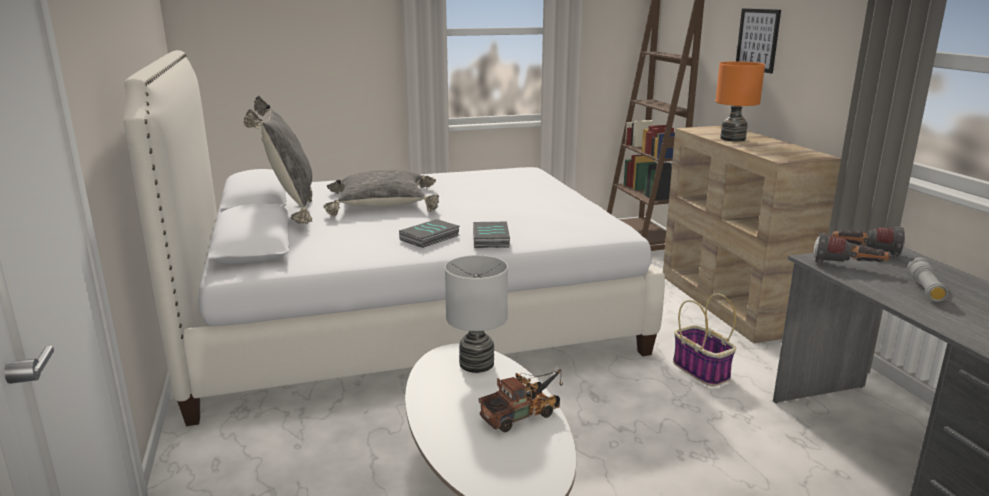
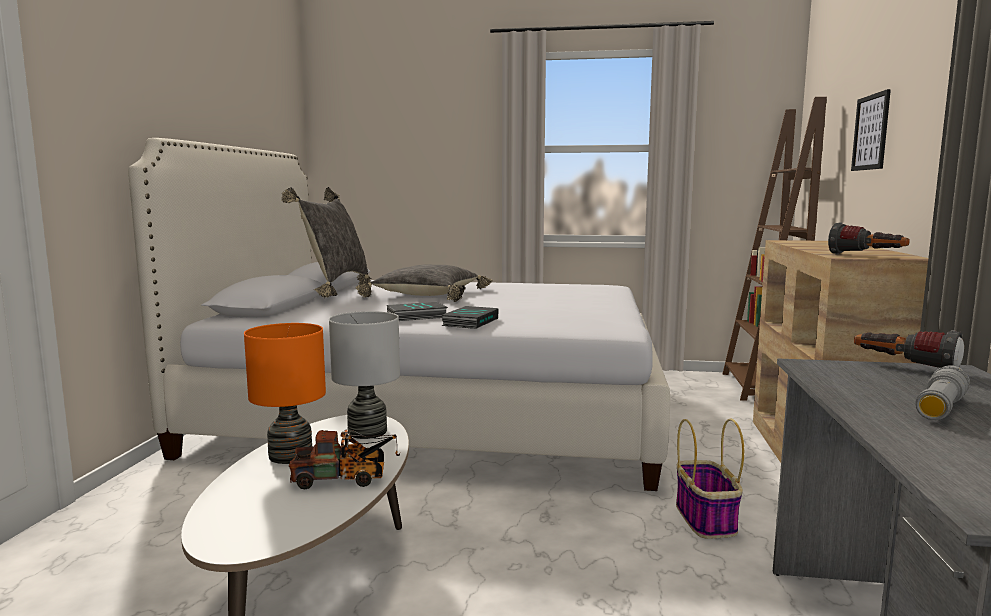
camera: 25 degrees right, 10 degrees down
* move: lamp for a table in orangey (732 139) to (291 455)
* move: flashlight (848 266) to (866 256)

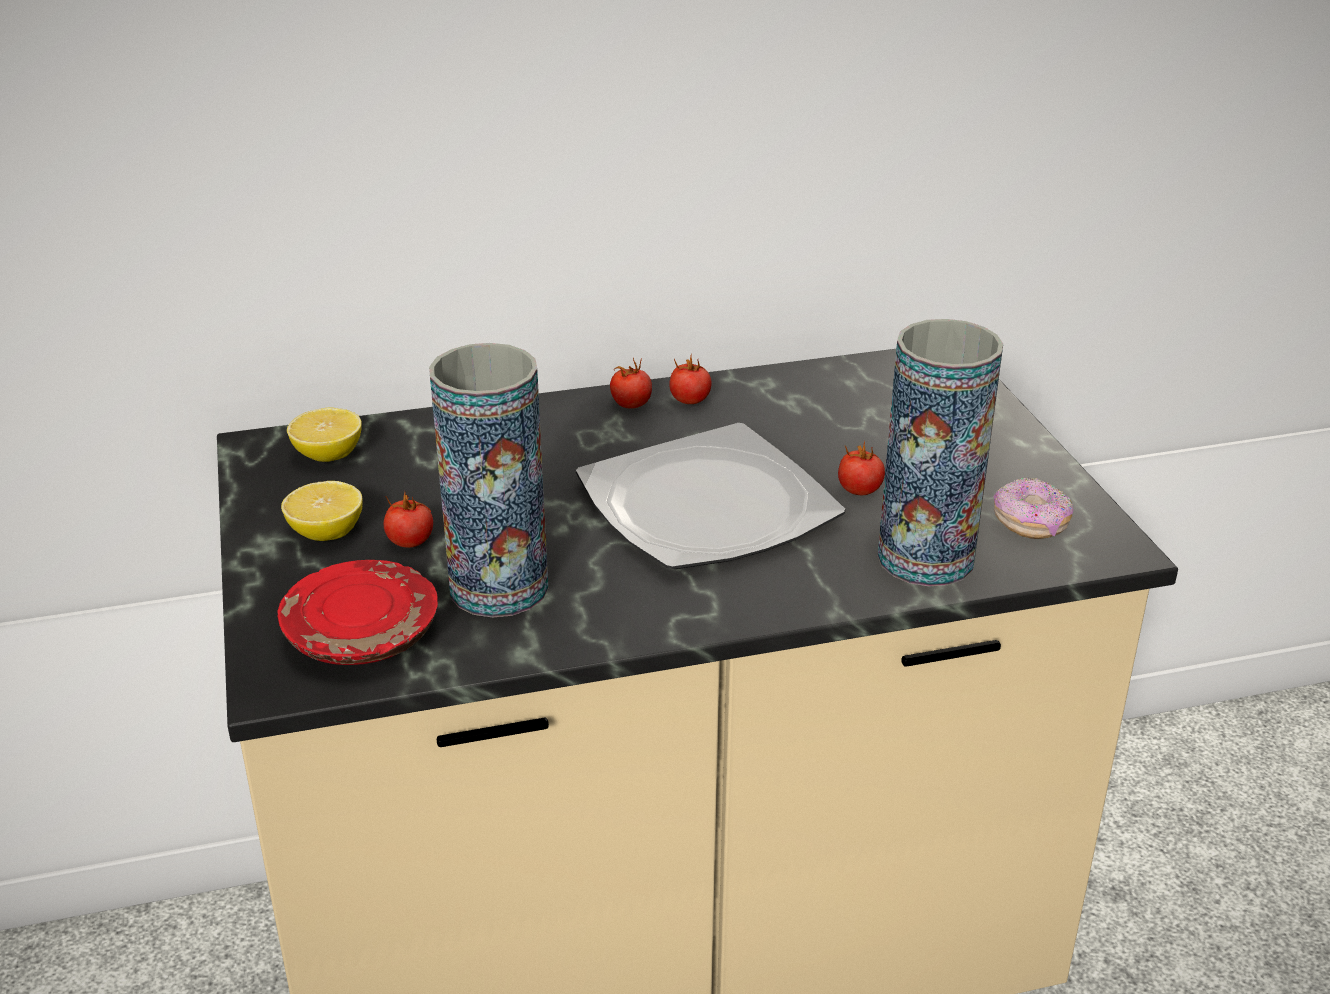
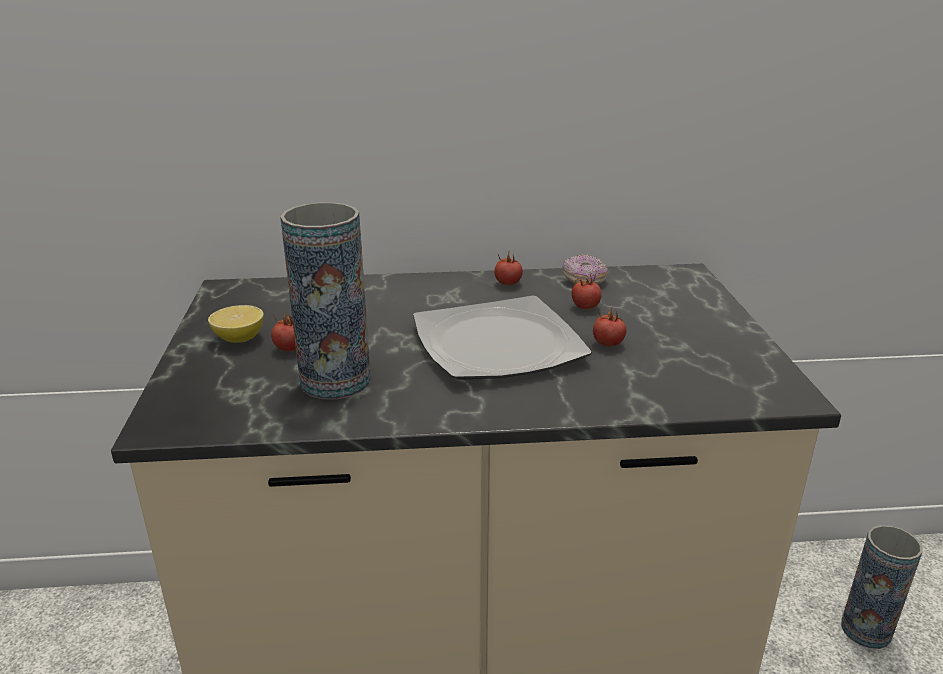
camera: 10 degrees right, 5 degrees down
* delete: dinner plate in red-coloured (362 635)
* delete: citrus fruit (328 455)
* move: whole tomato (631 404) to (585 307)
* move: decorative vase (926 558) to (865 630)
* move: donut (1030 524) to (584 280)

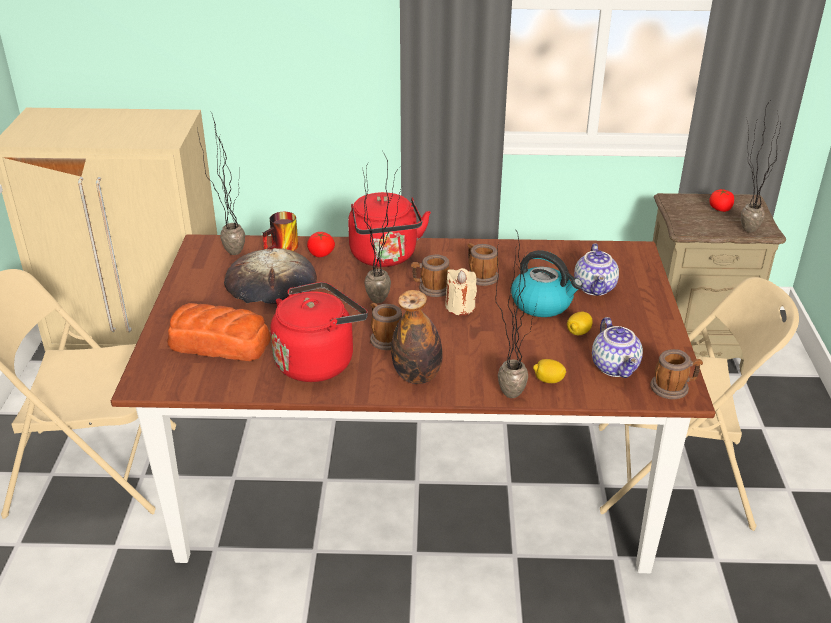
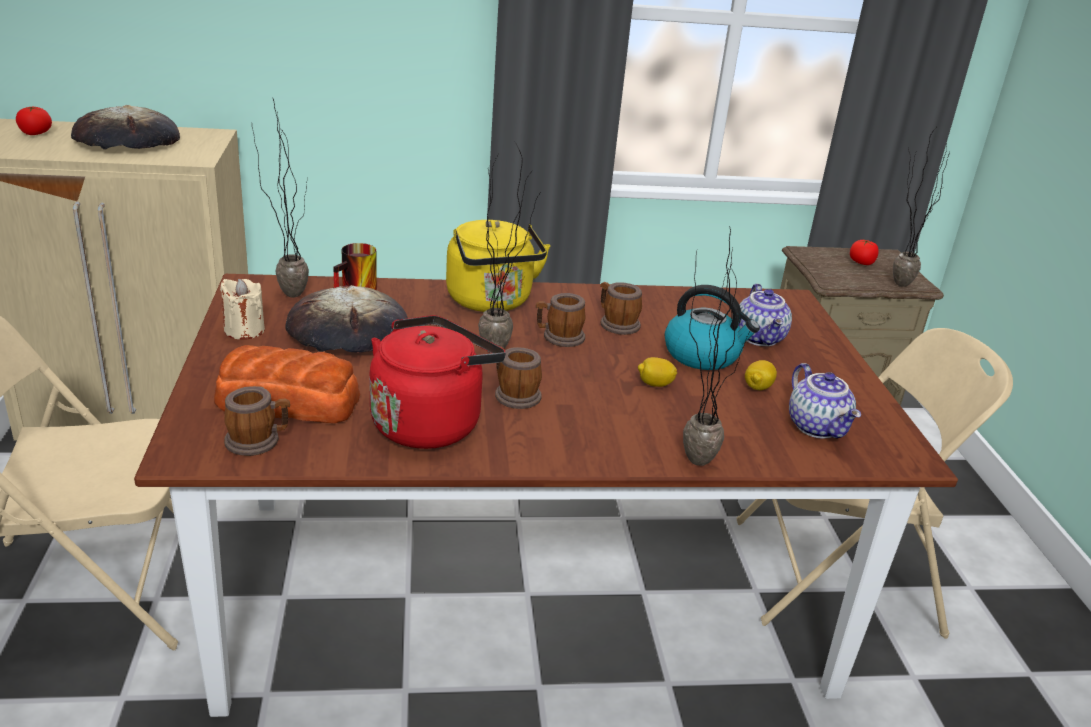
camera: 10 degrees left, 5 degrees down
* delete: drink bottle (417 376)
* insert: bread (127 140)
* move: whole tomato (321 254) to (35 133)
* move: wax light in beige-coloured (460 307) to (244 330)
* move: citrus fruit (548 380) to (655 384)
* move: mug (673 388) to (258 441)
* recolor: tea kettle in red-coloured (385 257) to tea kettle in yellow-coloured (492 302)

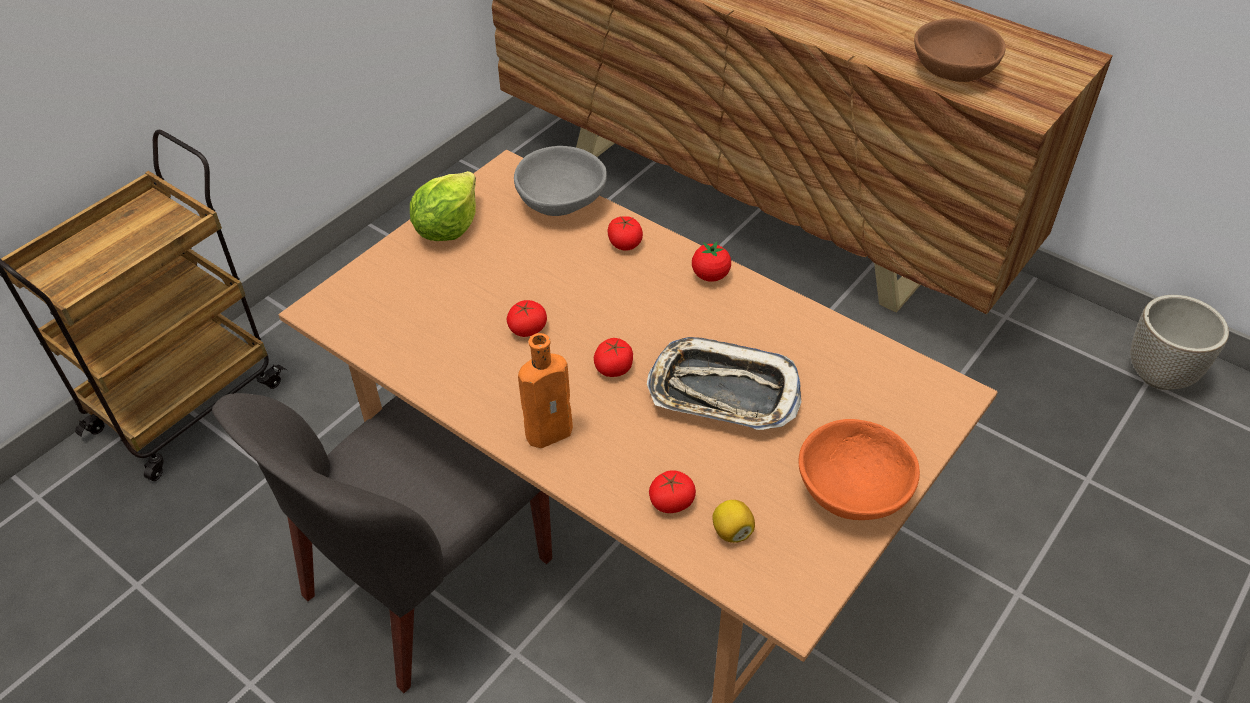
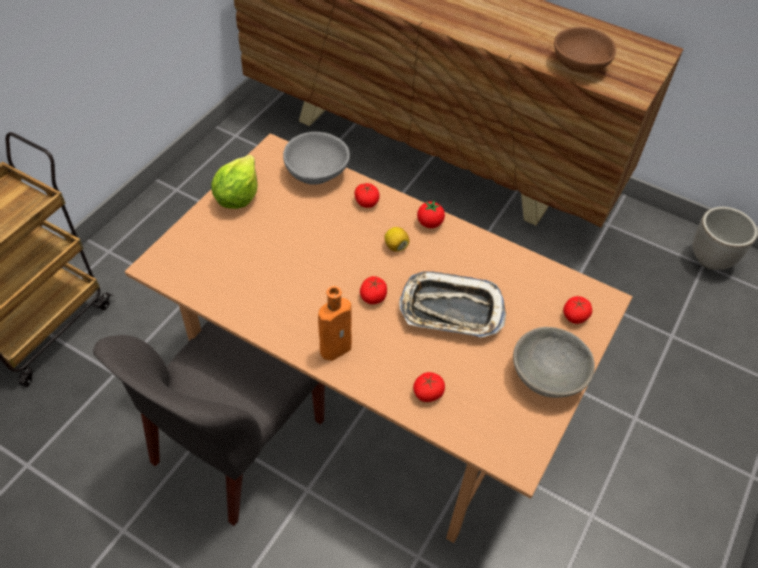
camera: 10 degrees left, 5 degrees up
* move: whole tomato (527 328) to (575 316)
* move: citrus fruit (732 532) to (396 246)
* recolor: serving bowl in orangey (854 491) to serving bowl in grey (548 375)

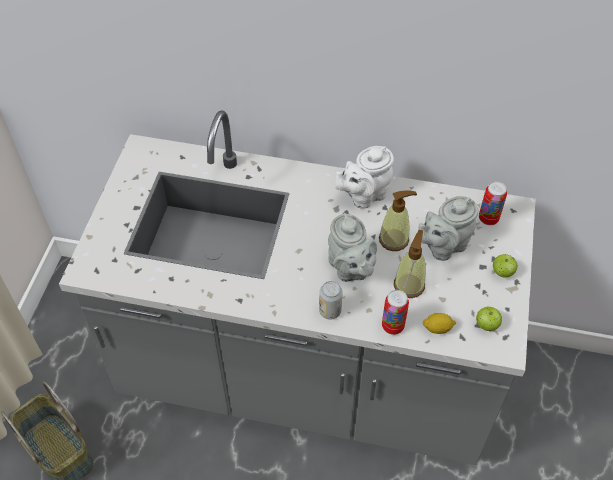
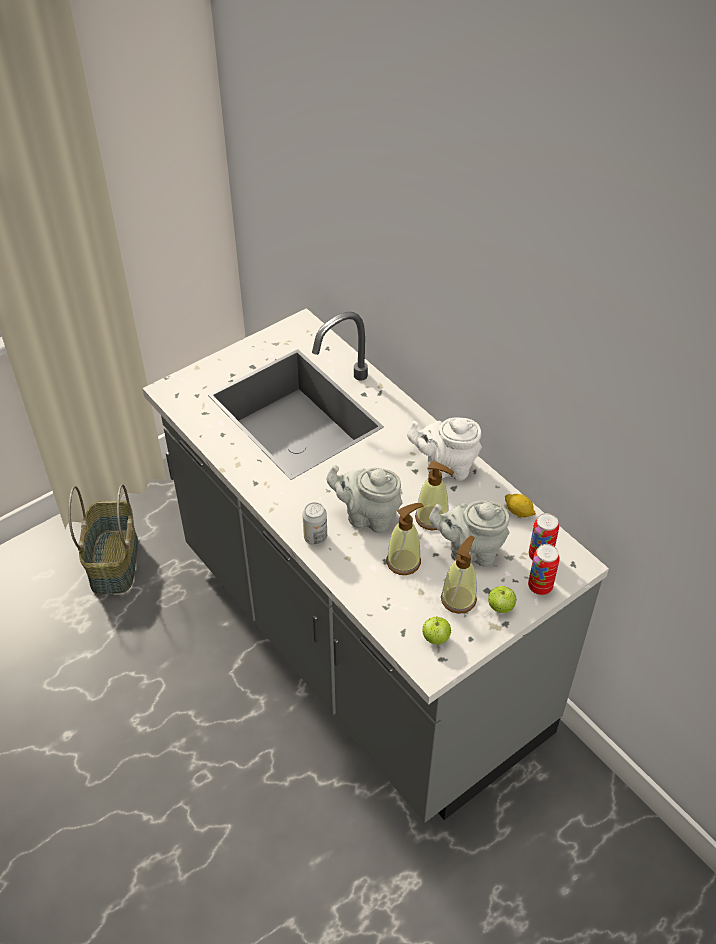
camera: 40 degrees right, 5 degrees down
* insert: liquid soap bottle (458 599)
* move: can (392 326) to (540 587)
* move: citrus fruit (438 328) to (518 512)
* rotate: teapot in grey (350 269) = (368 516) 90 degrees clockwise

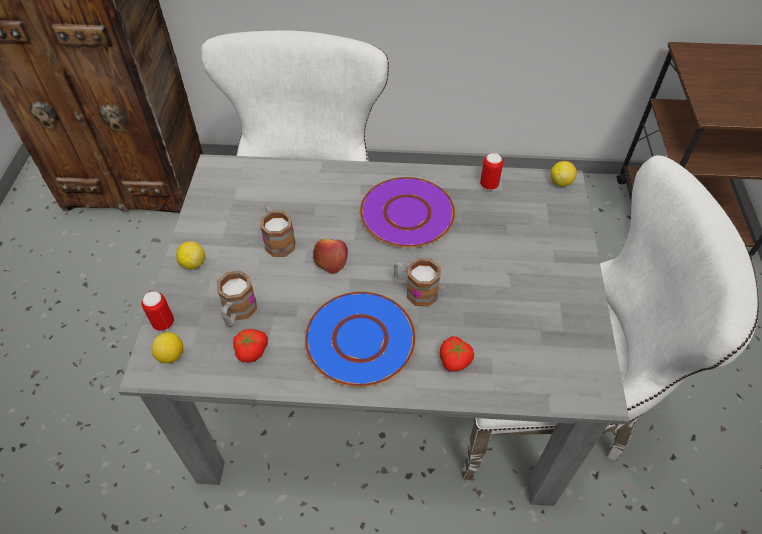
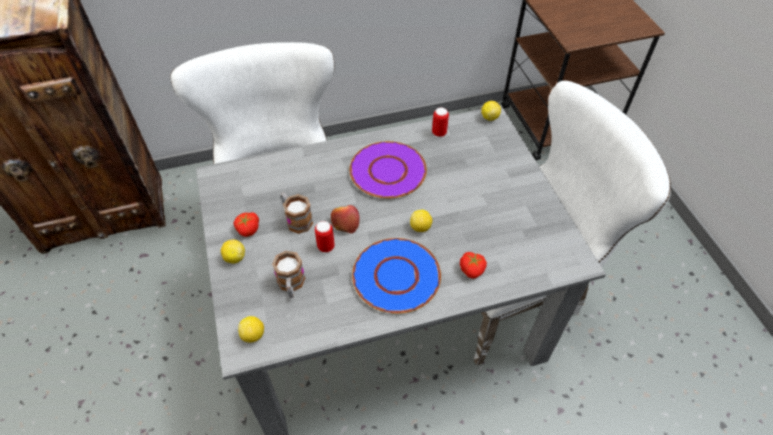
camera: 20 degrees left, 0 degrees up
* move: can (163 323) to (326 246)
* move: whole tomato (250 350) to (247 229)
* replace: mug (415 290) to citrus fruit (420 227)

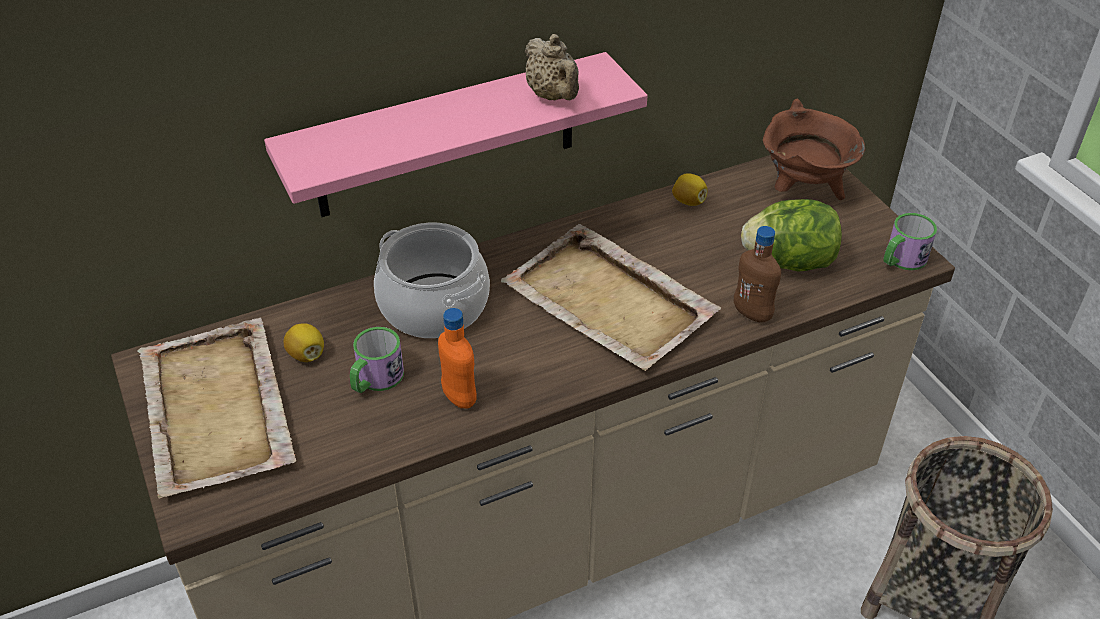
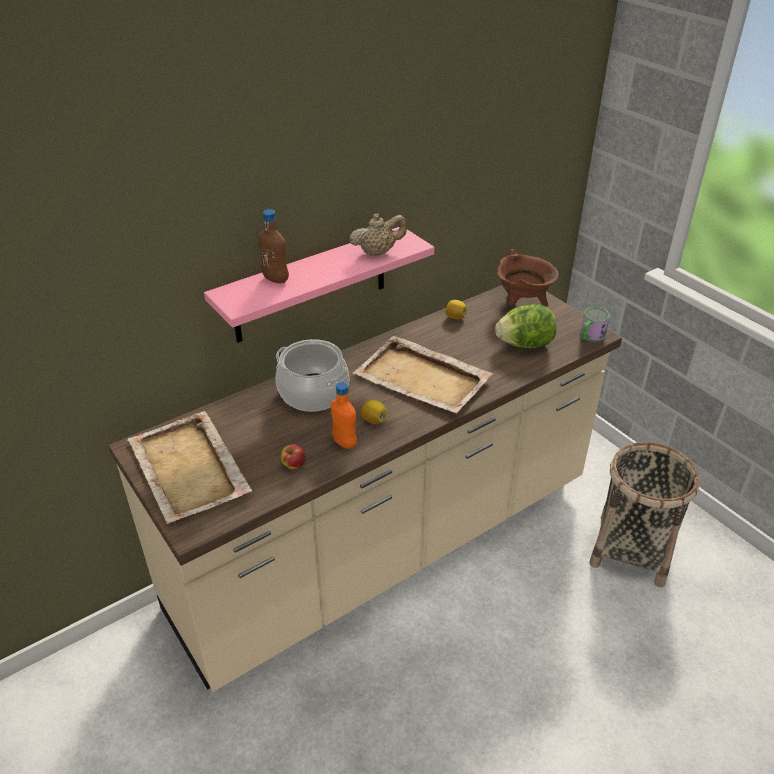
camera: 10 degrees left, 5 degrees down
* delete: mug (375 380)
* insert: whole apple (294 465)
* move: citrus fruit (306 354) to (374 420)
* move: drink bottle in brownish (752 313) to (276 279)
* rotate: teapot in beige-coloured (553 96) = (378 252) 75 degrees counterclockwise

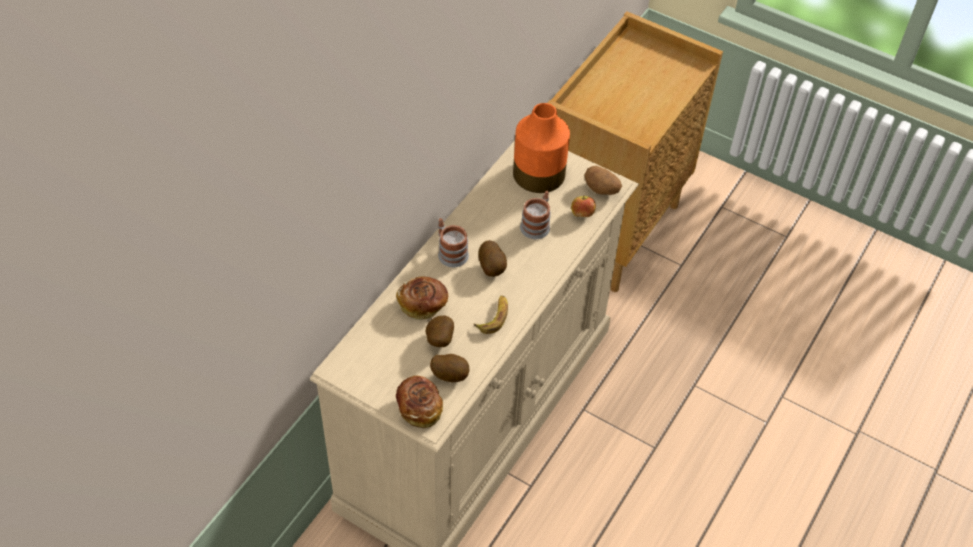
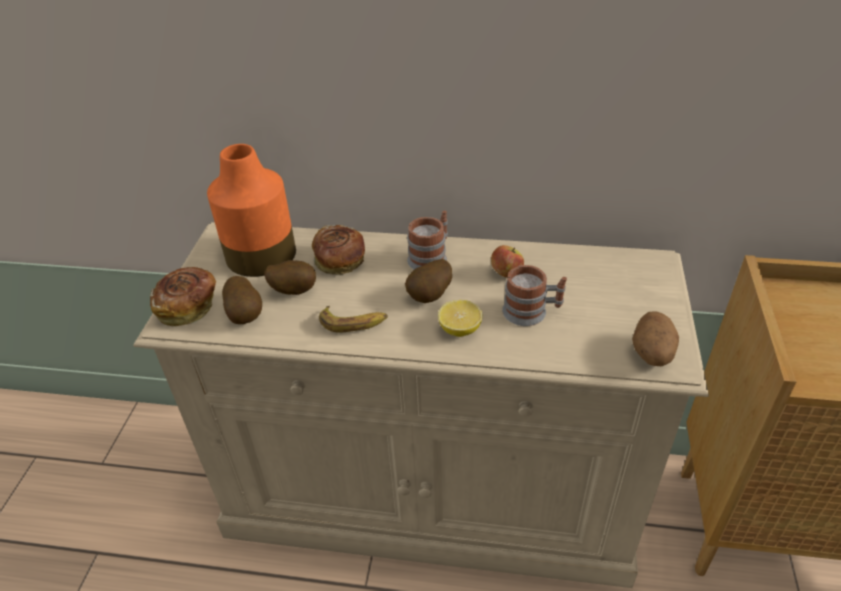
camera: 70 degrees right, 10 degrees down
* insert: citrus fruit (460 329)
* move: decorative vase in orangey (539 173) to (261 254)
* move: whole apple (582 214) to (506 273)

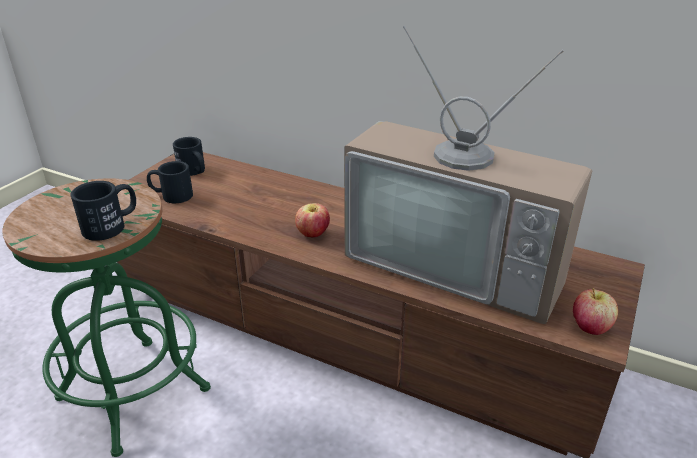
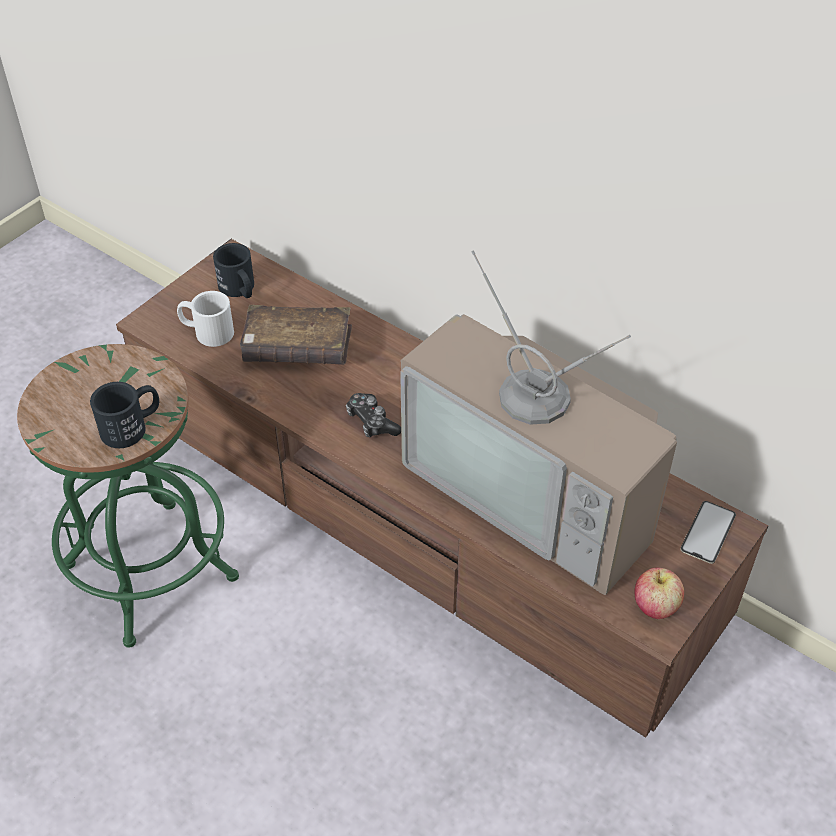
camera: 10 degrees right, 15 degrees up
* insert: bound book in brownish (297 347)
* insert: phone (708 532)
* replace: whole apple (313 234) to joypad (372 422)
* recolor: mug in blackish (171 195) to mug in white-coloured (206 332)

